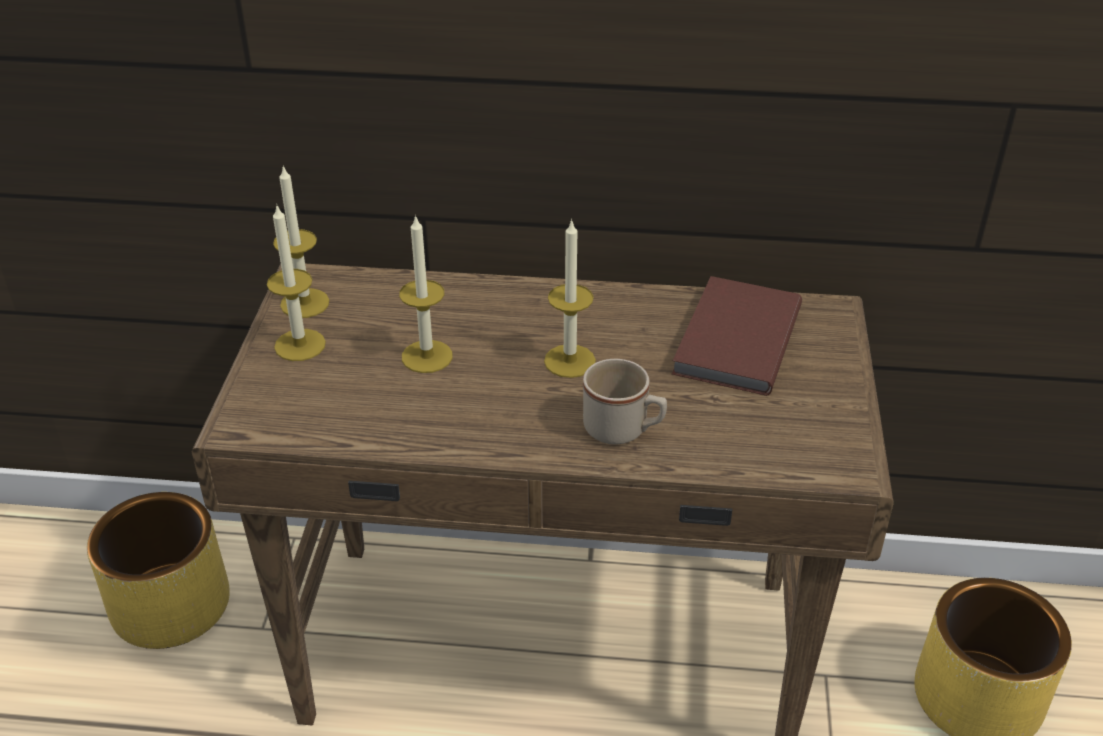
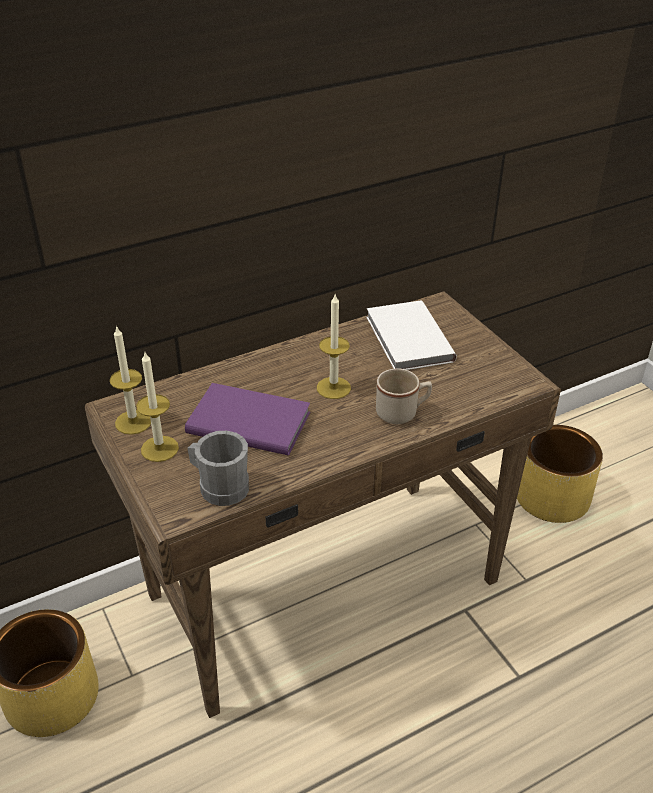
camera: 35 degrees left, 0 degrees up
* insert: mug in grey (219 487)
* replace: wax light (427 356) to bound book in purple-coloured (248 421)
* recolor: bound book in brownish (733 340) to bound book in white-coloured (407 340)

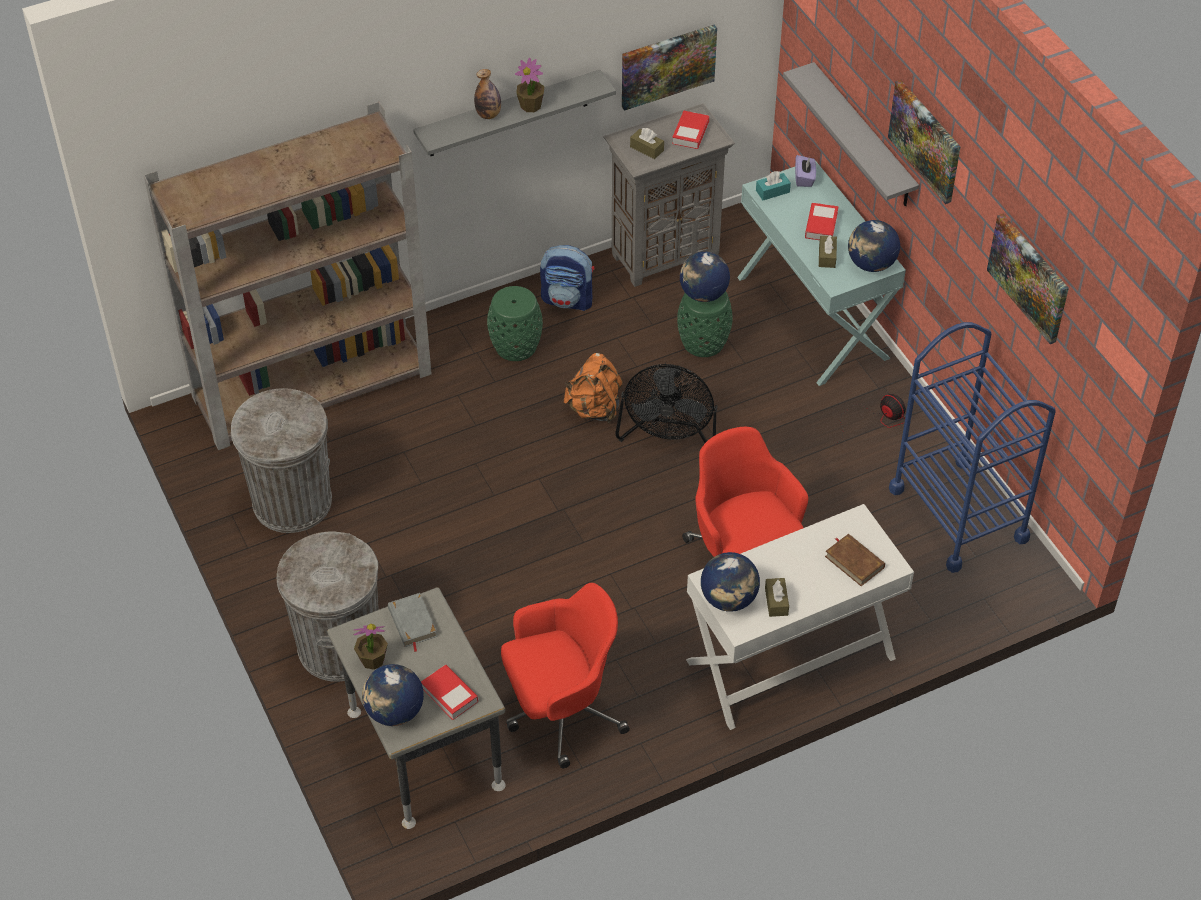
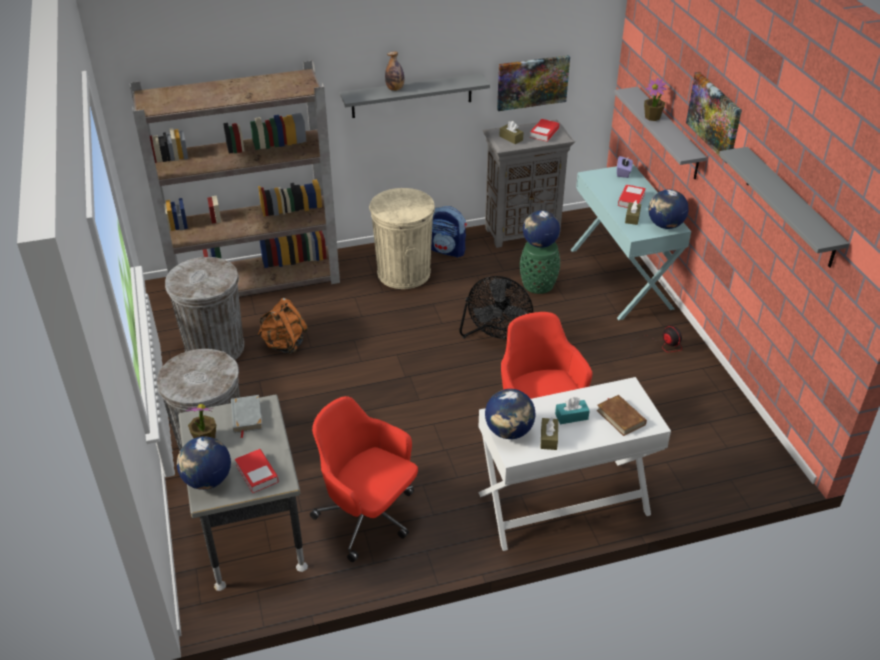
camera: 10 degrees right, 10 degrees down
* delete: trolley in bluish (958 514)
* move: houseplant (531 105) to (652 117)
* move: backpack in orangey (594 408) to (284 344)
* move: tissue box in turquoise-coloured (772 191) to (571 416)
* replace: stool in greenish (516 346) to rubbish bin in beige-coloured (404 273)
* replace: wall picture (1029 277) to bracket shelf in grey (790 207)
* rotate: desk chair in red-coloured (561 711) = (368 517) 135 degrees counterclockwise

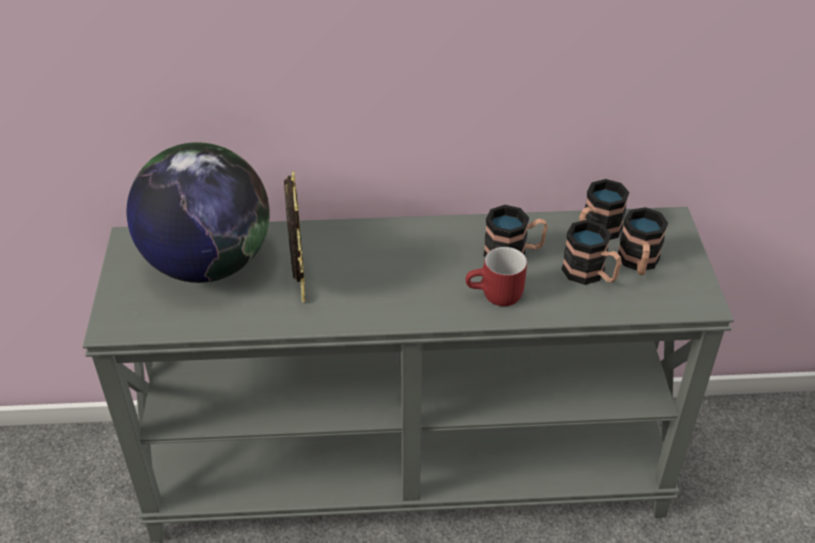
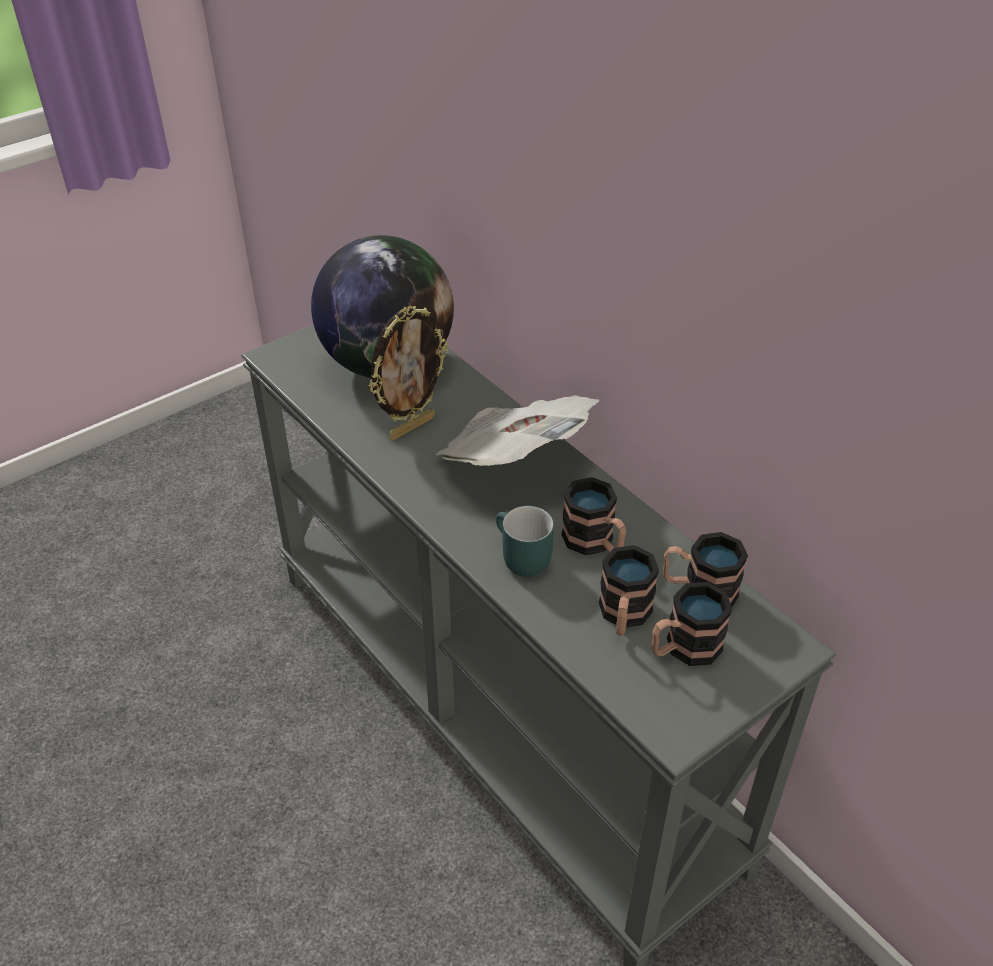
camera: 55 degrees right, 0 degrees up
* insert: newspaper (514 459)
* recolor: mug in red-coloured (496 296) to mug in turquoise-coloured (519 558)

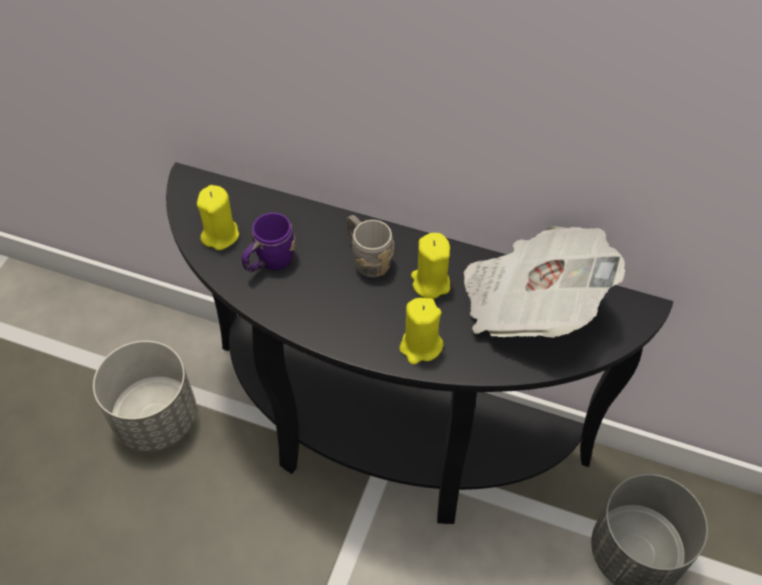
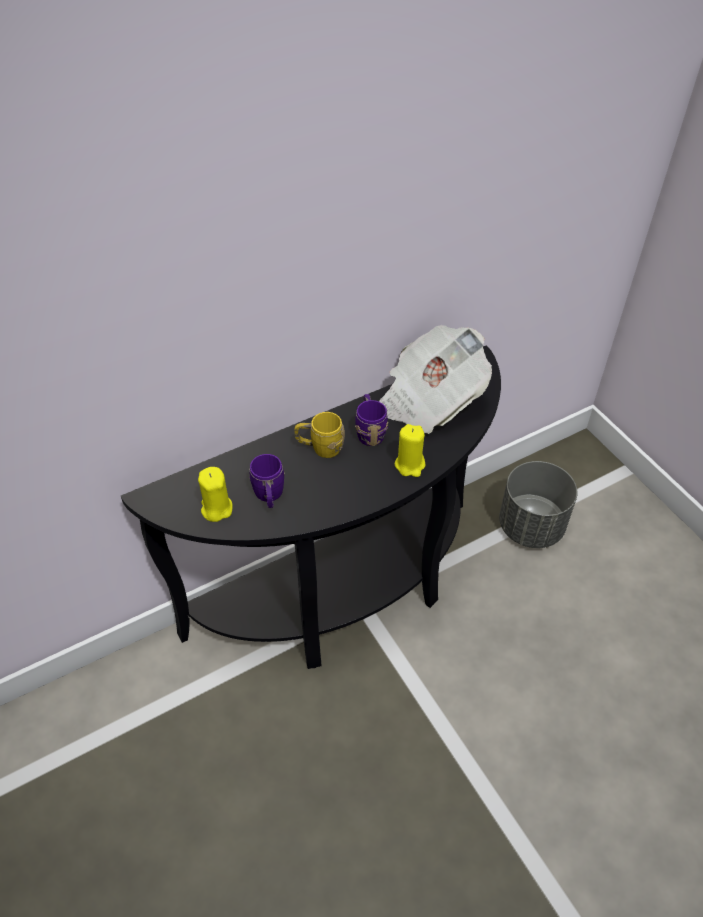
camera: 50 degrees left, 5 degrees down
* delete: planter in grey (155 418)
* replace: wax light in yellow-coloured (430 283) to mug in purple-coloured (369 431)
* recolor: mug in grey (367 259) to mug in yellow-coloured (320 448)

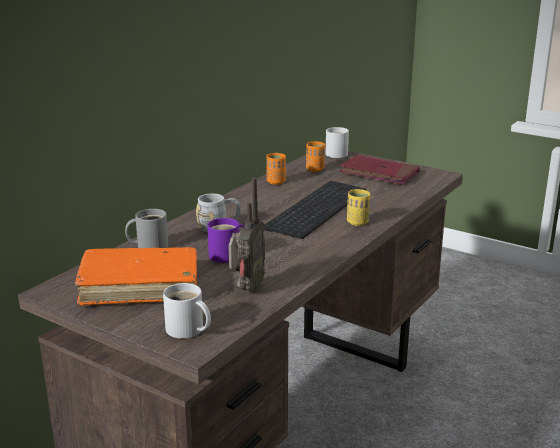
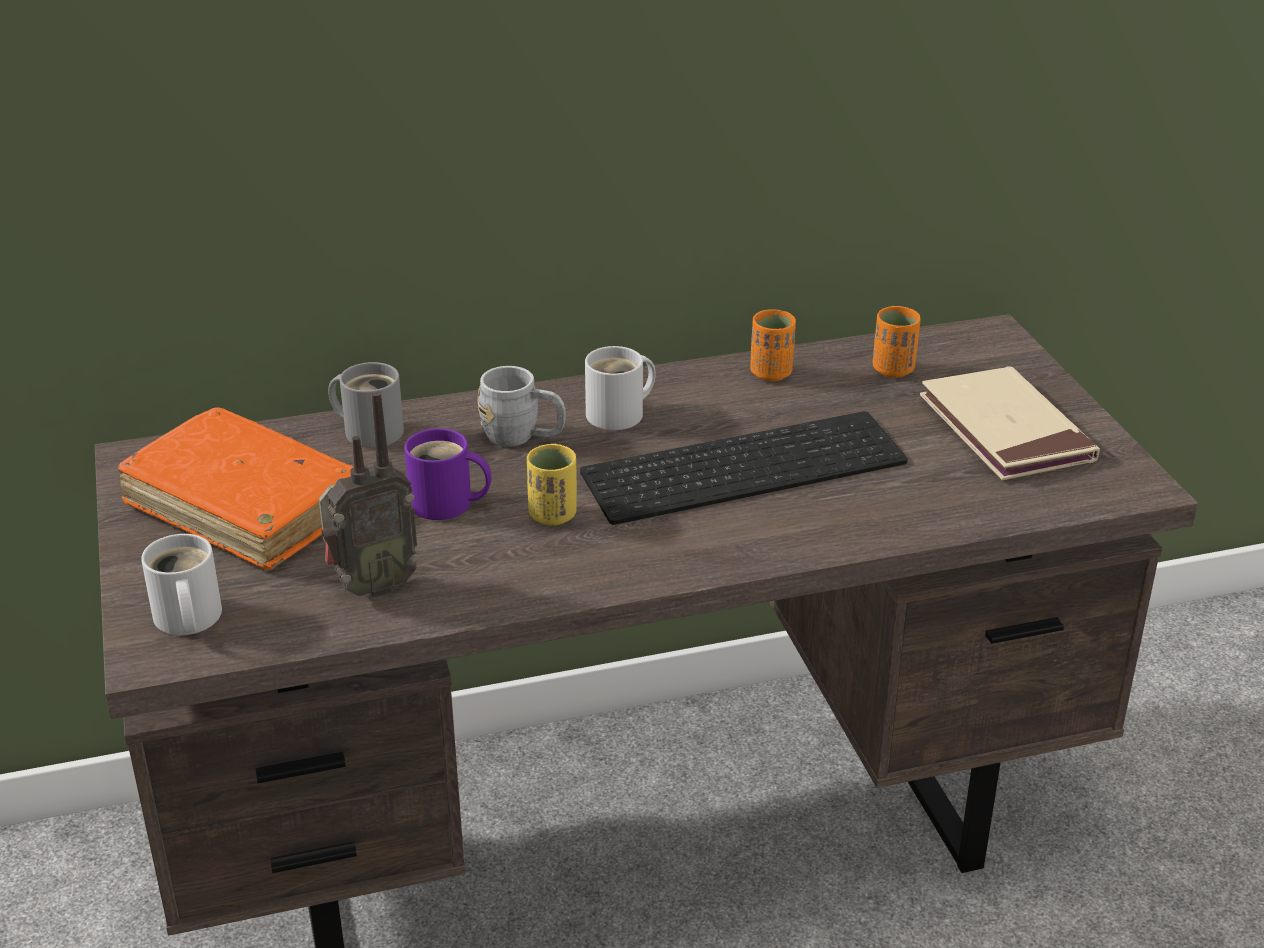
camera: 40 degrees right, 10 degrees up
* move: mug in white-coloured (337 154) to (620 414)
* move: small cup in yellow-coloured (357 222) to (553 515)
* recolor: bound book in red-coloured (379 173) to bound book in beige-coloured (1005 430)

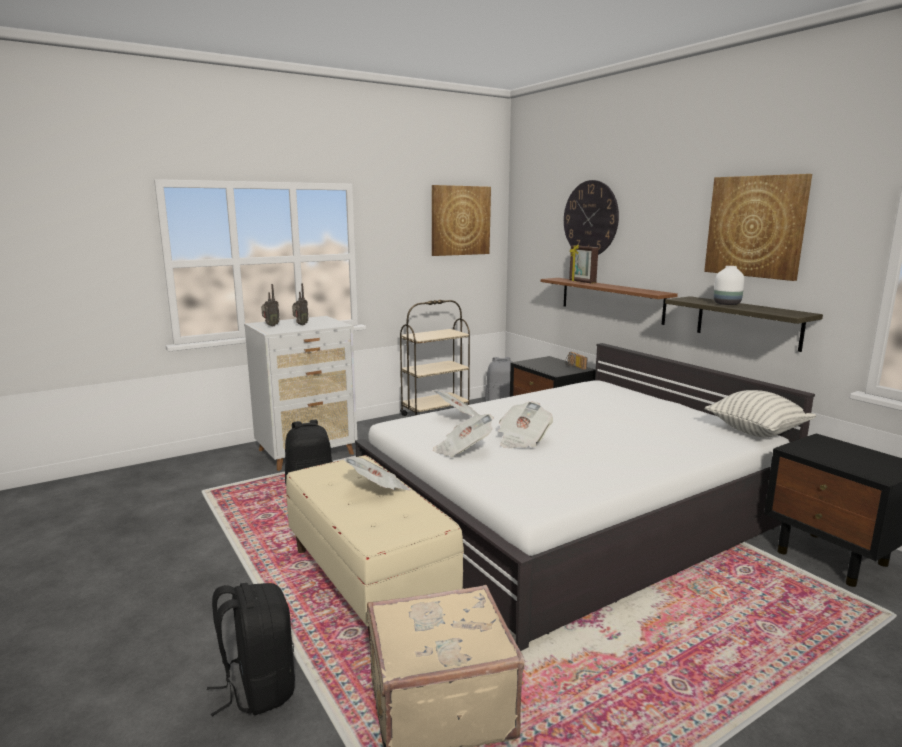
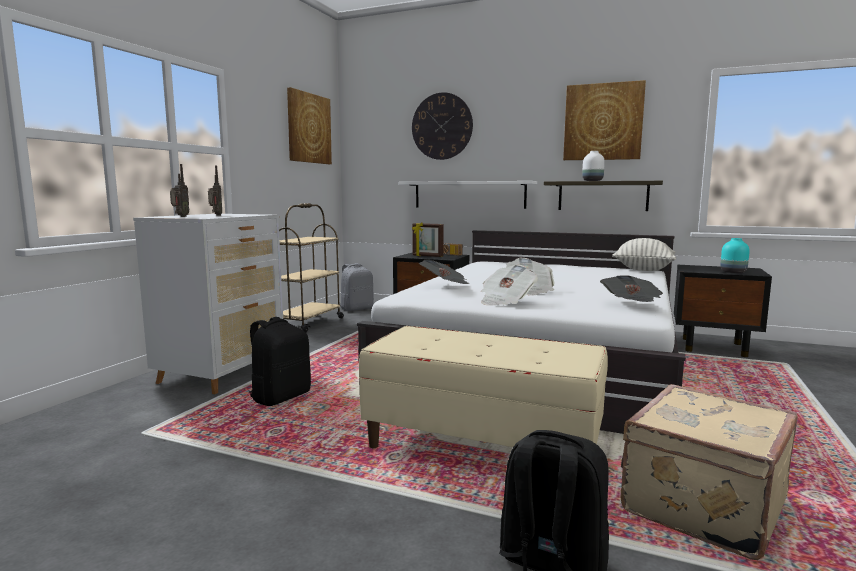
camera: 35 degrees left, 5 degrees down
* insert: decorative vase in turquoise-coloured (733 272)
* move: newspaper (378 490) to (631 305)
* move: picture frame (581 282) to (427 256)
* recolor: bracket shelf in brownish (610 299) to bracket shelf in white-coloured (469 194)

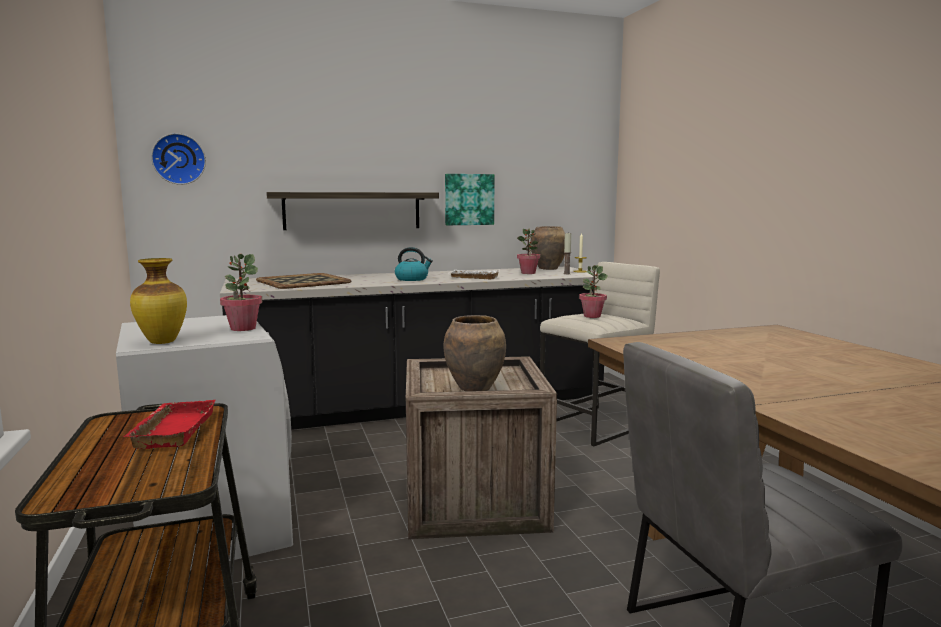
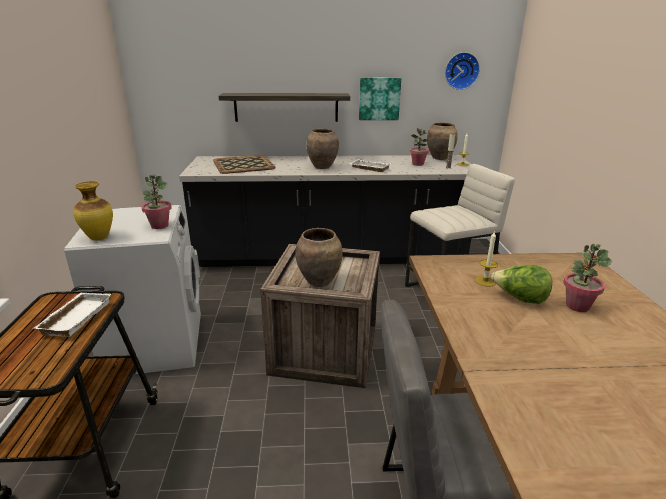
camera: 15 degrees right, 15 degrees up
* insert: wax light (485 281)
* insert: head of lettuce (519 299)
* move: hanging clock (179 159) to (461 71)
* move: houseplant (592 316) to (577 306)
* replace: tea kettle (412 279) to decorative vase in brownish (322 167)
* recolor: carrying tray in red-coloured (171 430) to carrying tray in white-coloured (75 317)

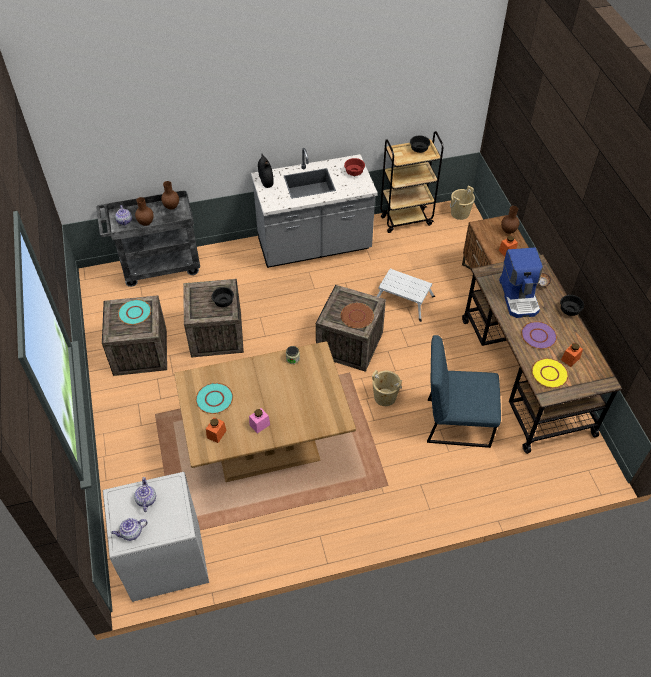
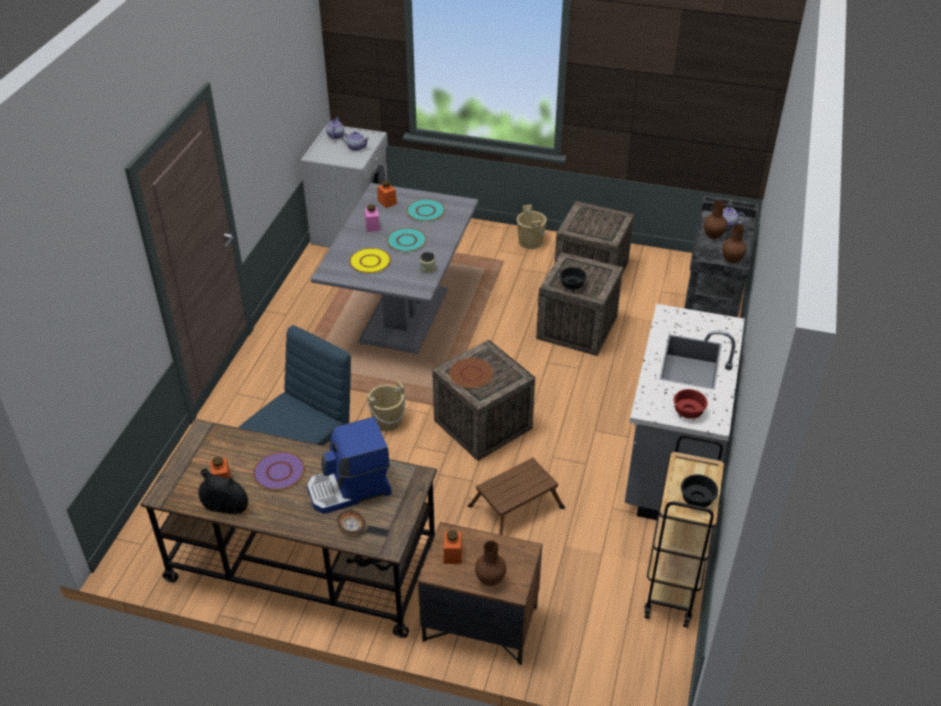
camera: 120 degrees right, 10 degrees down
* delete: serving bowl in blackish (570 311)
* move: dinner plate in turquoise-coloured (134 312) to (407 241)
* move: decorative vase in blackish (266 180) to (225 507)
* move: bucket in beige-coloured (460 213) to (530 242)
* move: dinner plate in yellow-coloured (549 374) to (370 261)
* recolor: dinner table in brownish (268 448) to dinner table in grey (402 315)
* recolor: step ladder in white-coloured (404 300) to step ladder in brownish (515 507)
* rotate: coffee brewer (519 297) = (350 489) 45 degrees counterclockwise

